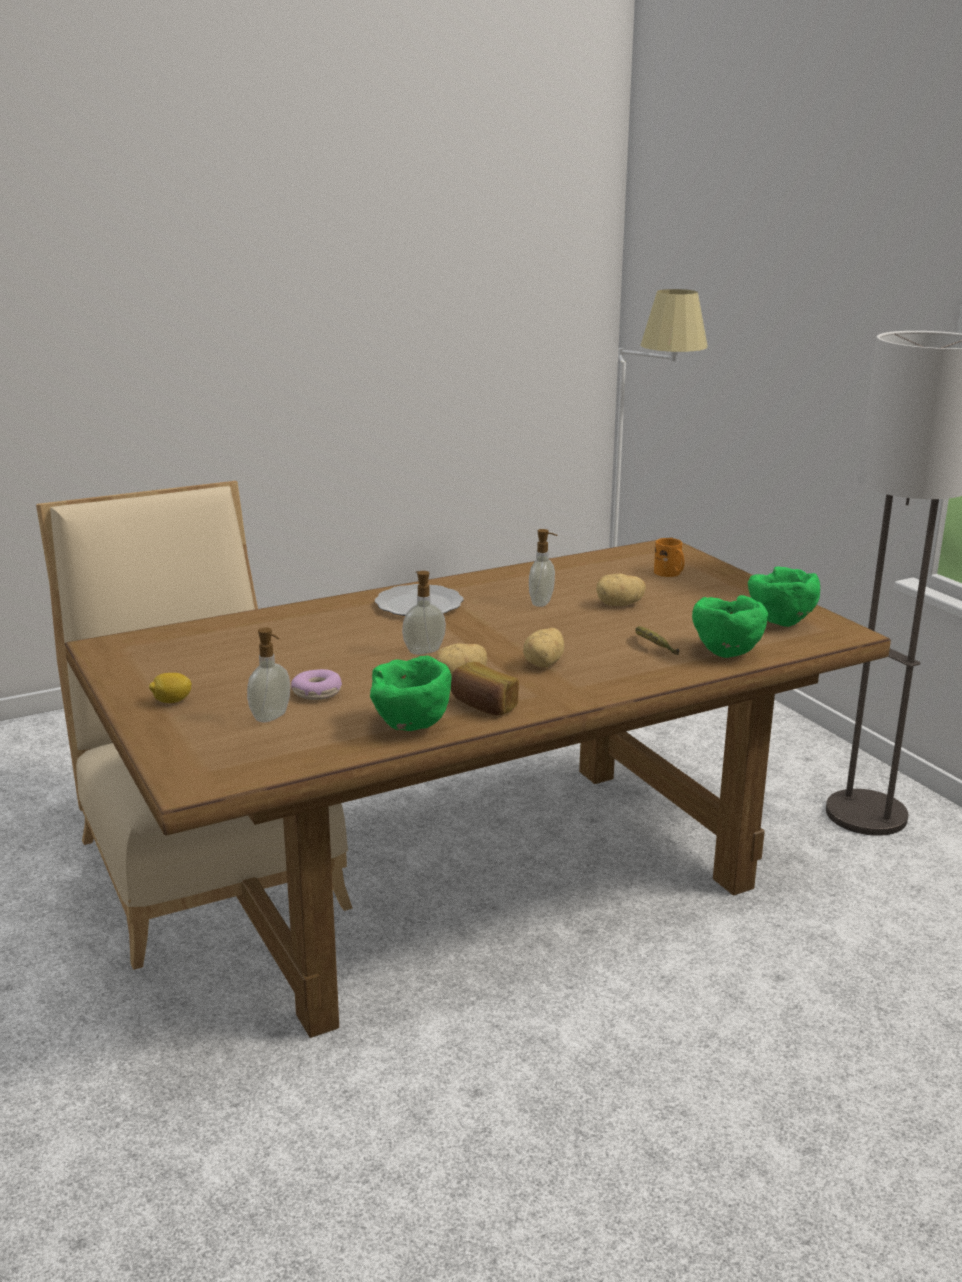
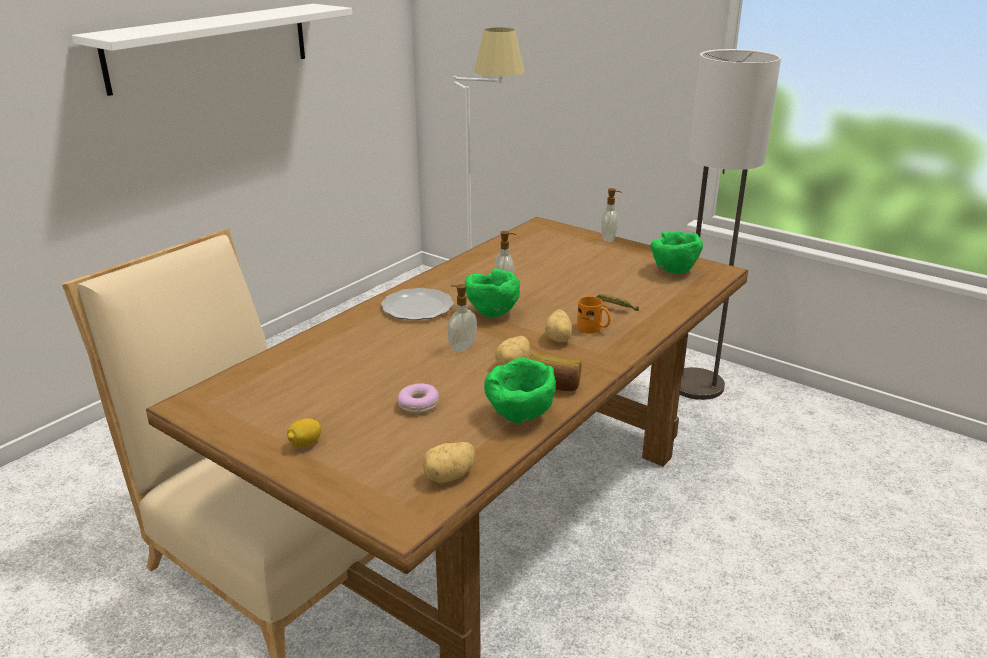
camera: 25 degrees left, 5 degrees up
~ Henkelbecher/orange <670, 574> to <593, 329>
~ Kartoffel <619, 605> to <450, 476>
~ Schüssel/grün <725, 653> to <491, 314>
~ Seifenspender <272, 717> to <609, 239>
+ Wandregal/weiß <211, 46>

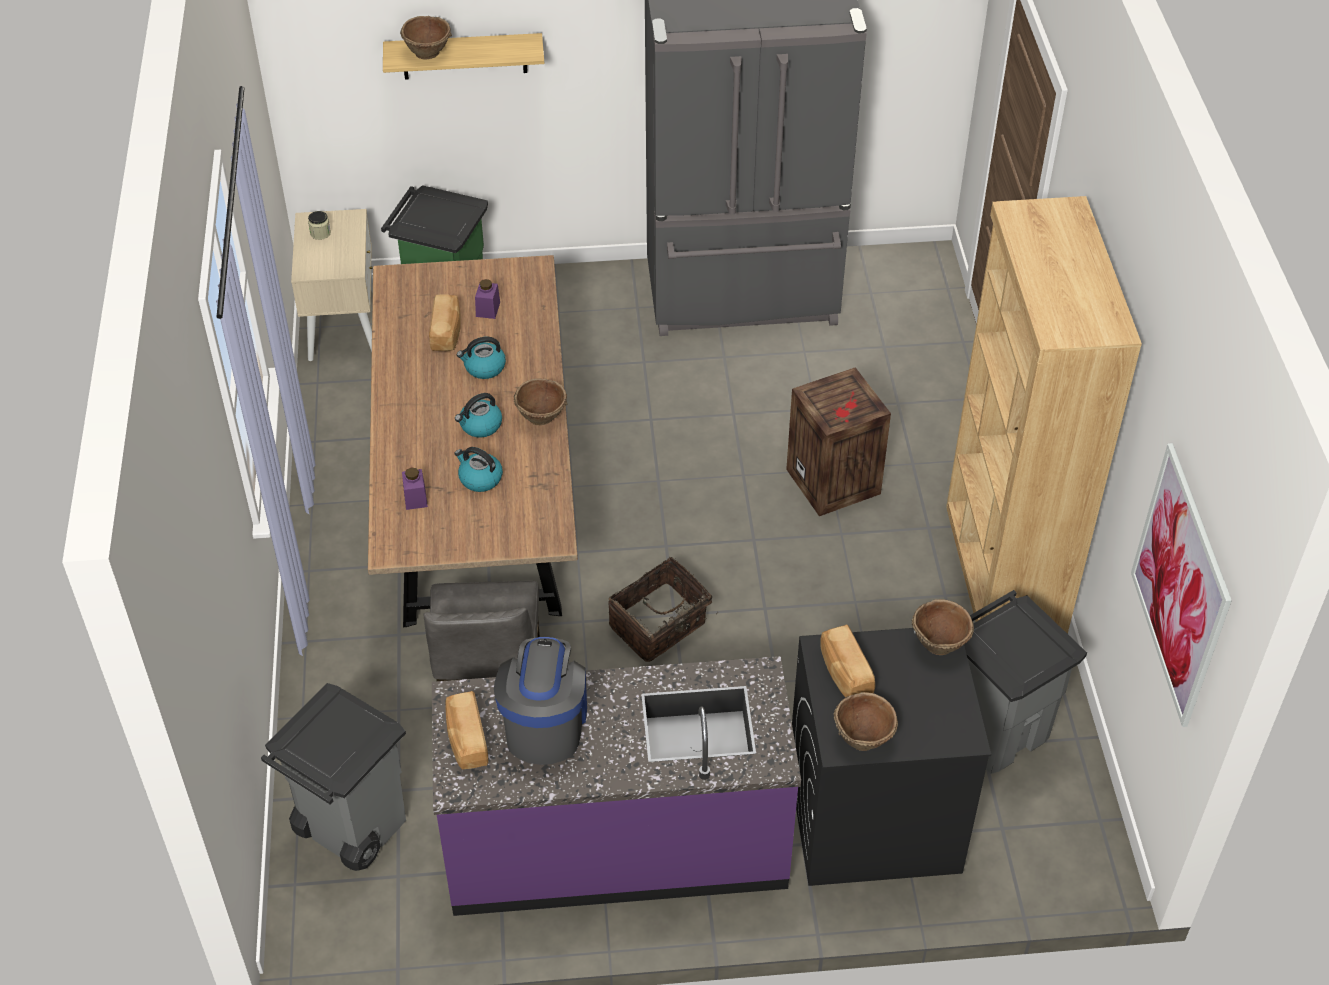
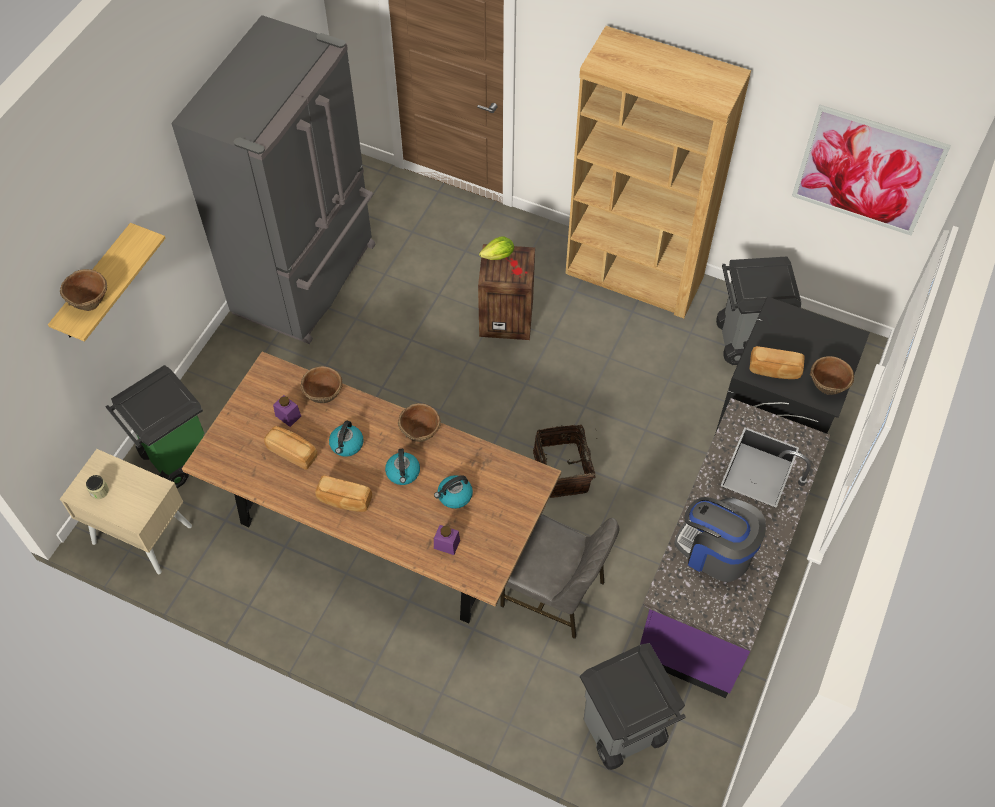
camera: 60 degrees left, 10 degrees up
~ Schüssel/braun <939, 642> to <323, 394>
~ Brot <466, 740> to <344, 500>
+ Salatkopf <498, 256>

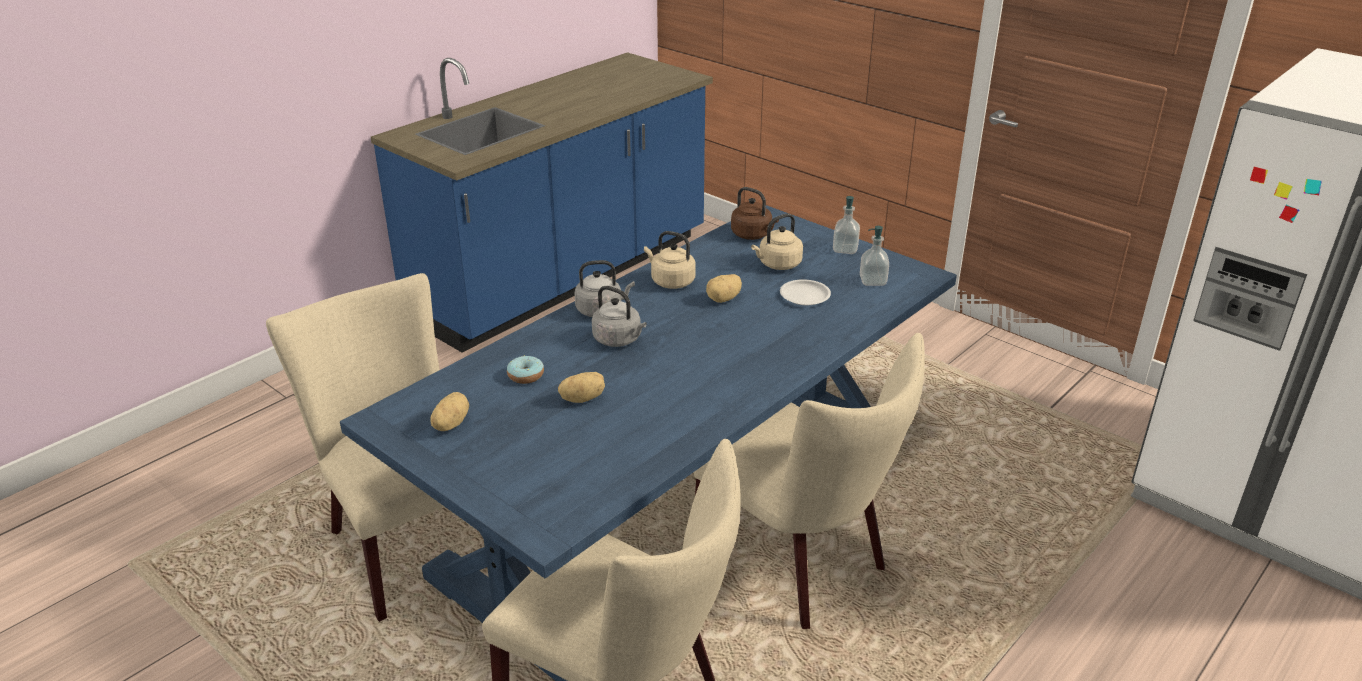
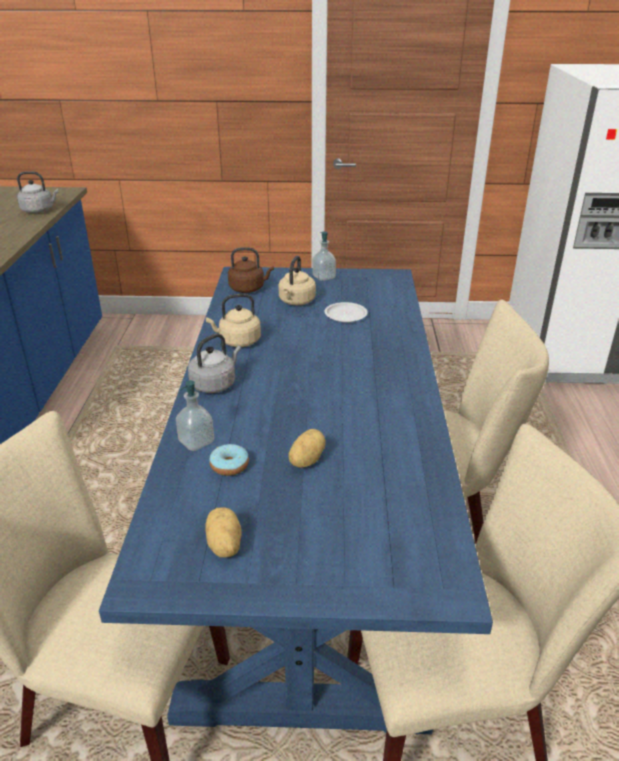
camera: 40 degrees left, 0 degrees up
~ Seifenspender <872, 281> to <196, 442>
- Kartoffel <724, 299>
~ Wasserkessel/grau <619, 340> to <39, 210>

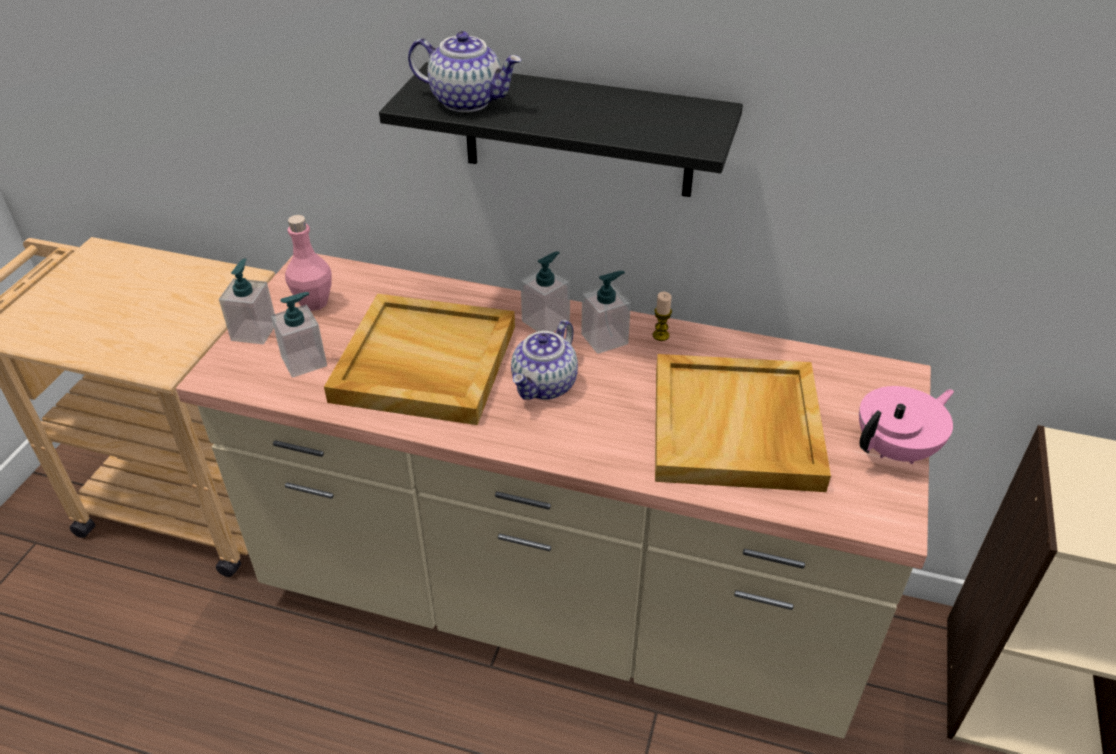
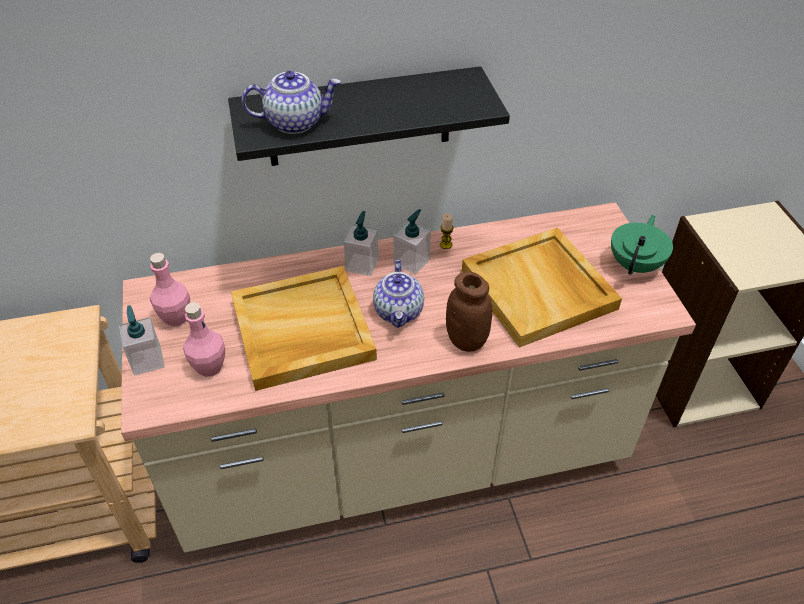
camera: 30 degrees left, 5 degrees up
~ Seifenspender <304, 361> to Flasche/rosa <209, 367>
~ Teekanne/rosa <896, 449> to Teekanne/grün <636, 264>
+ Vorratsglas/braun <466, 340>

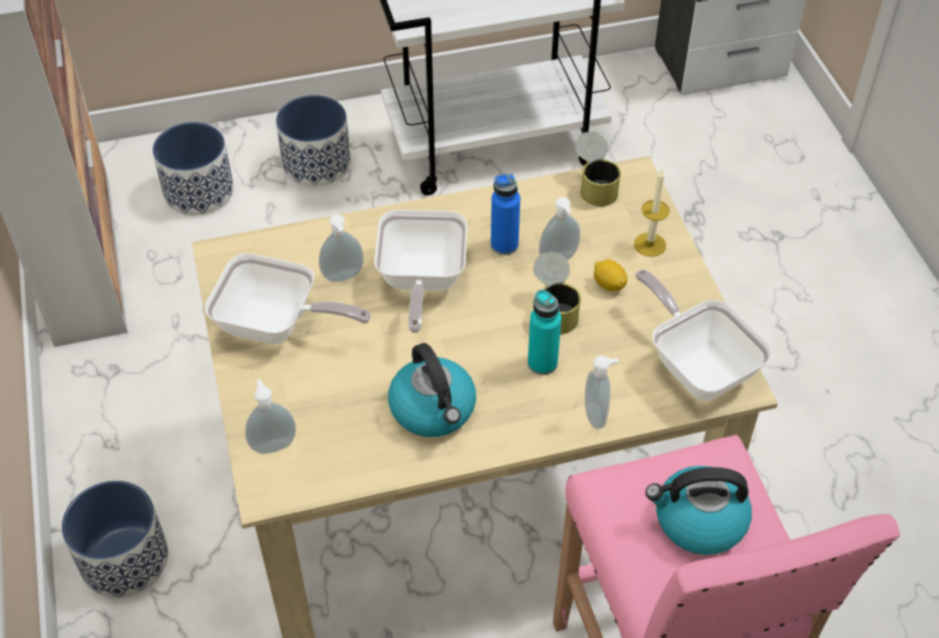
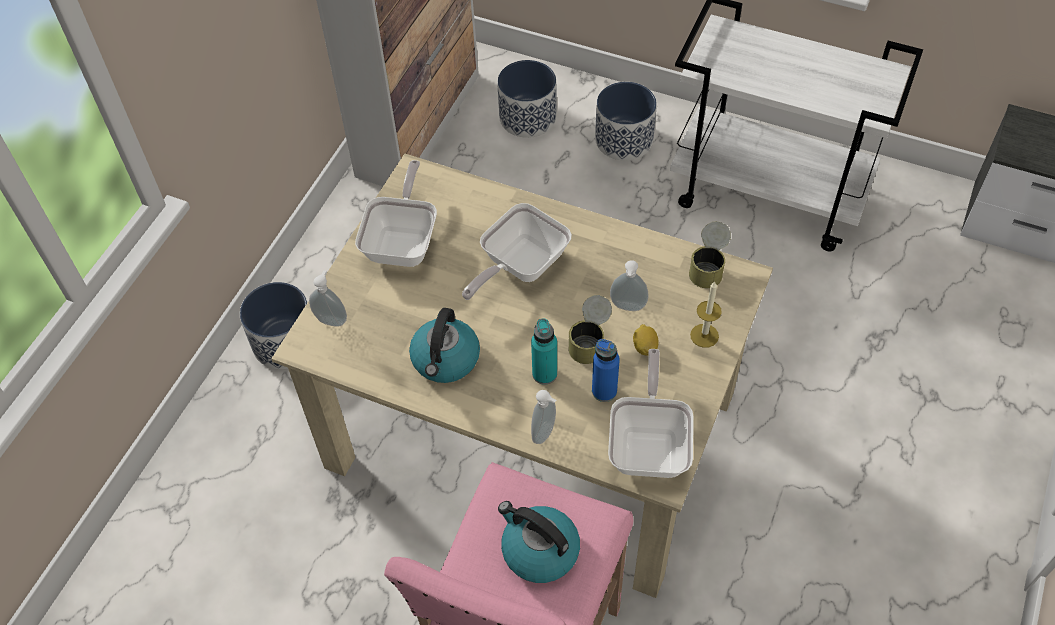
camera: 40 degrees right, 5 degrees up
~ Flasche/blau <504, 245> to <604, 391>
- Seifenspender <343, 278>
~ Pfanne <277, 326> = <403, 242> 135 degrees counterclockwise

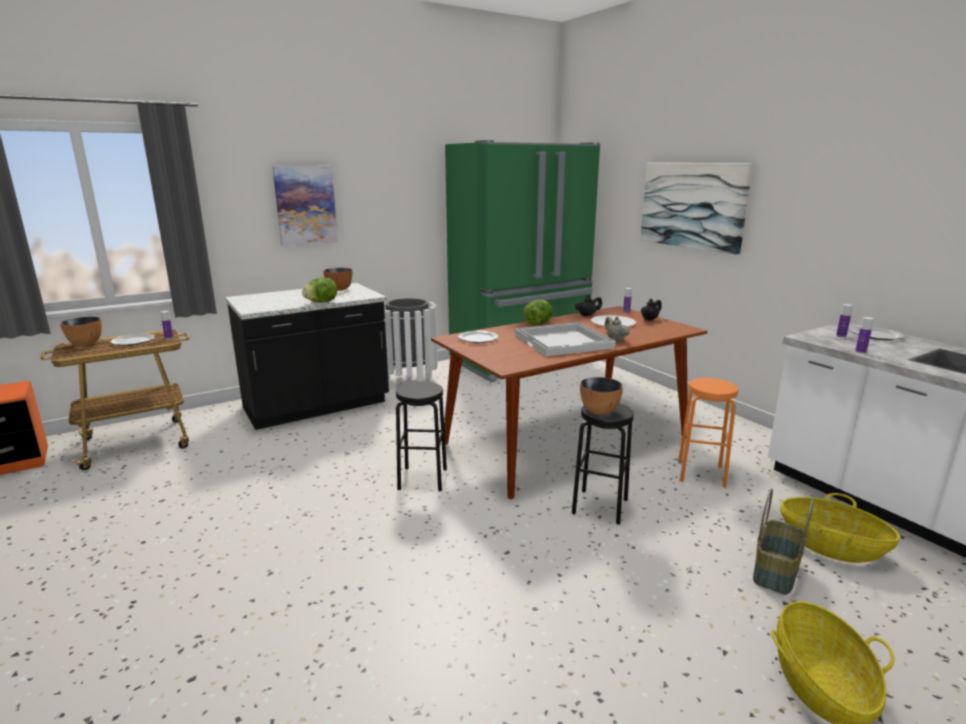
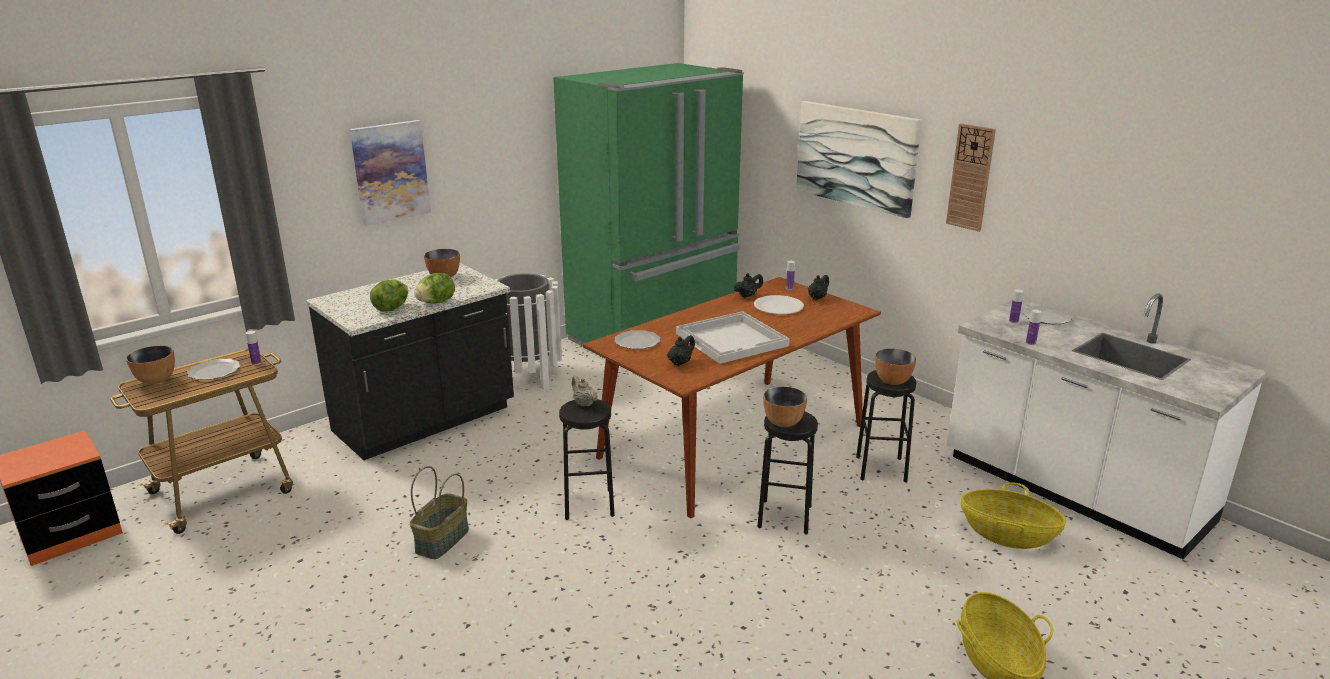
camera: 10 degrees left, 5 degrees up
~ Salatkopf <538, 324> to <391, 308>
~ Teekanne/beige <615, 339> to <584, 403>
~ Hocker/orange <701, 474> to Hocker/schwarz <881, 469>
~ Korb <776, 573> to <443, 541>
+ Wanduhr <970, 177>
+ Teekanne/schwarz <680, 363>
+ Schüssel <893, 381>

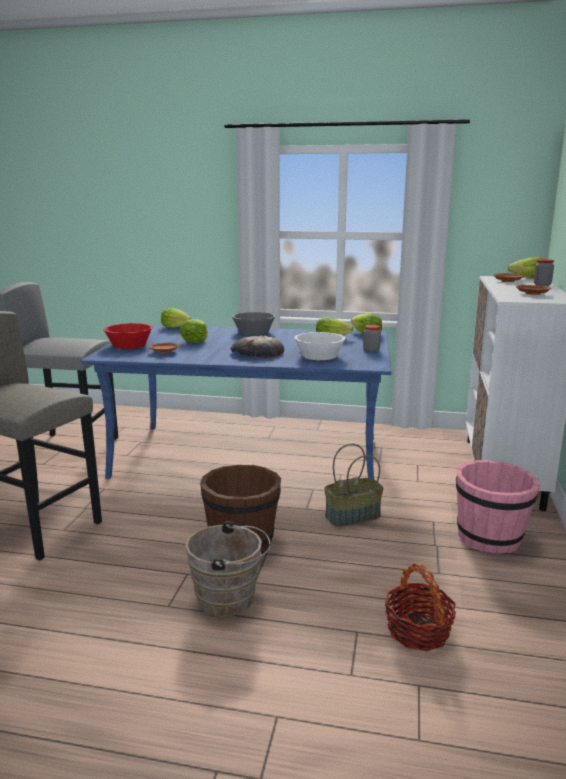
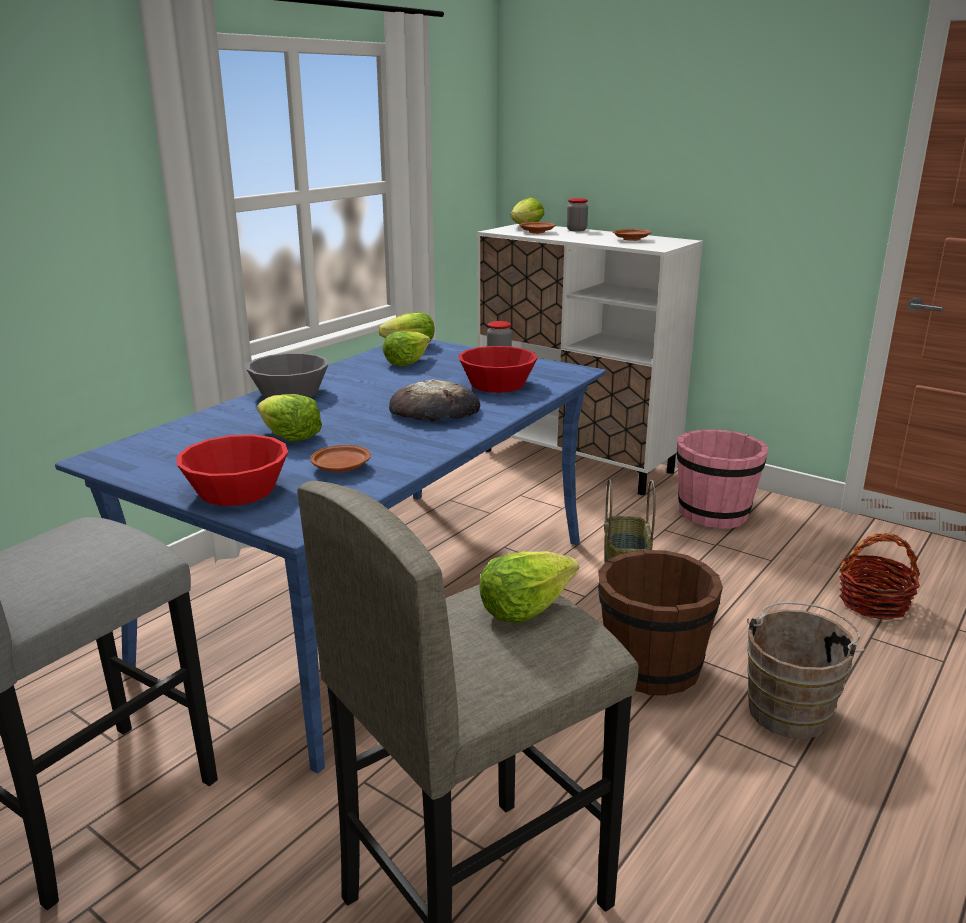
camera: 65 degrees left, 5 degrees up
~ Salatkopf <176, 327> to <525, 607>
~ Schüssel/weiß <319, 356> to Schüssel/rot <498, 384>

